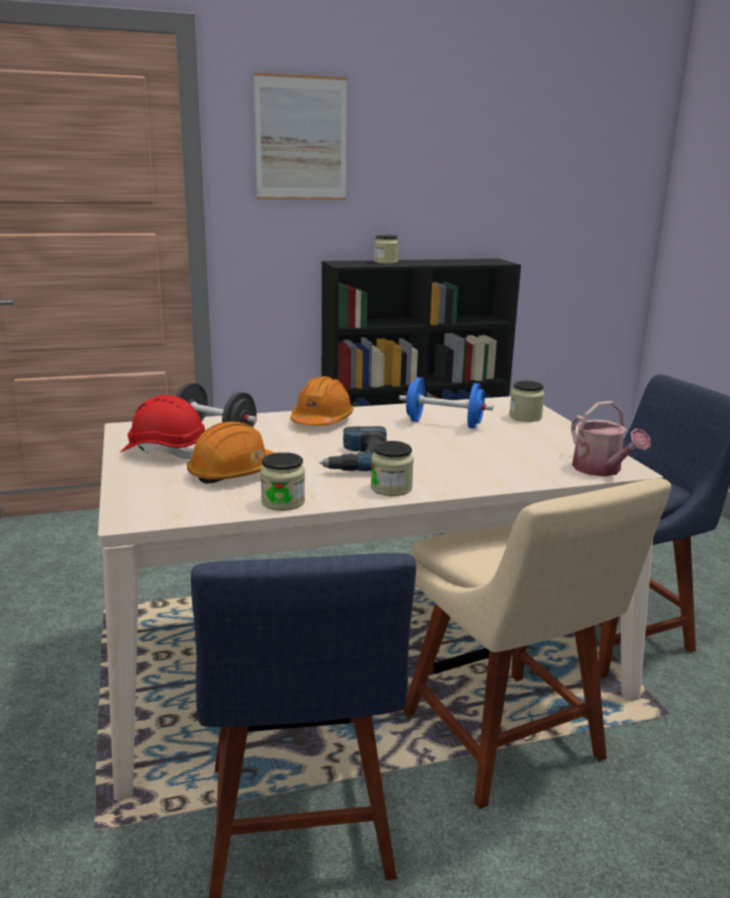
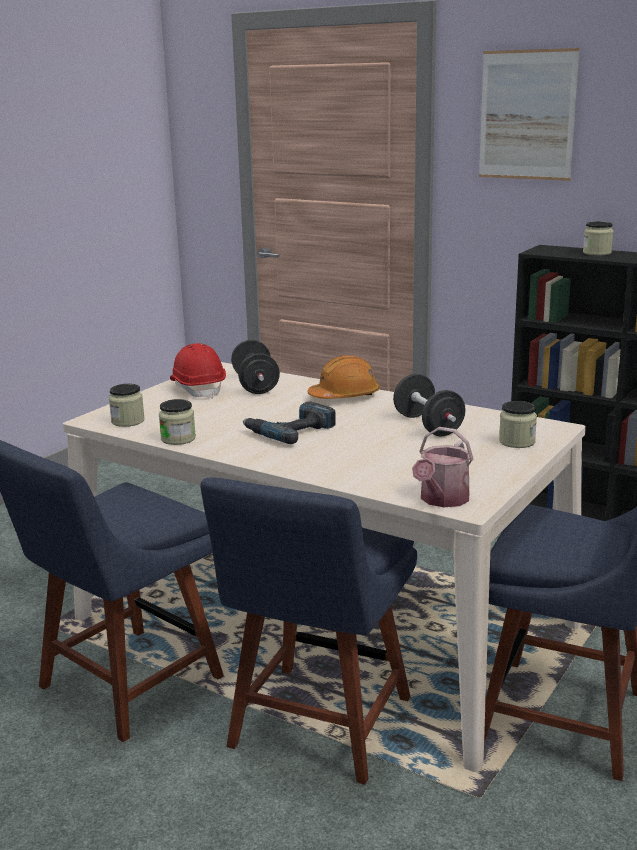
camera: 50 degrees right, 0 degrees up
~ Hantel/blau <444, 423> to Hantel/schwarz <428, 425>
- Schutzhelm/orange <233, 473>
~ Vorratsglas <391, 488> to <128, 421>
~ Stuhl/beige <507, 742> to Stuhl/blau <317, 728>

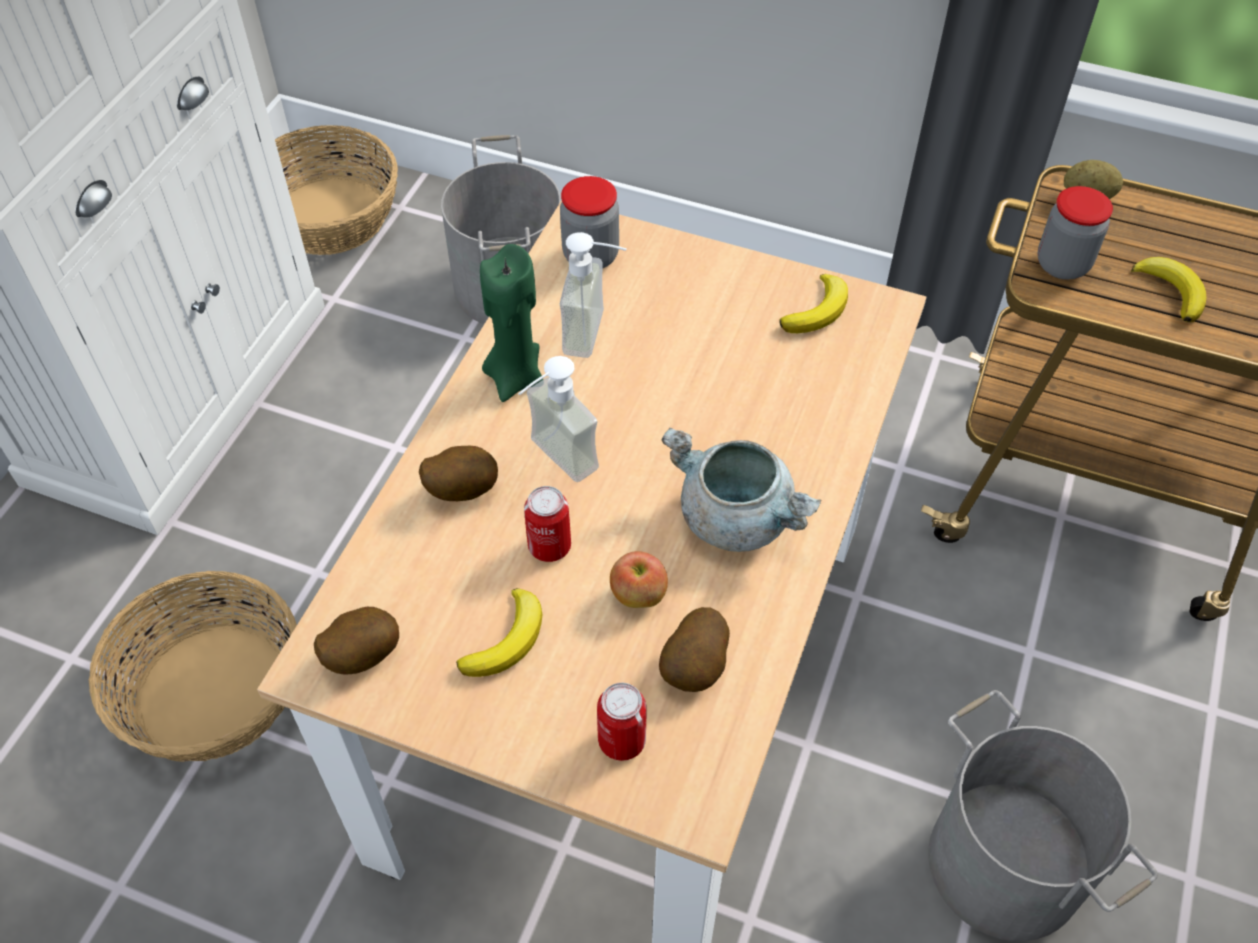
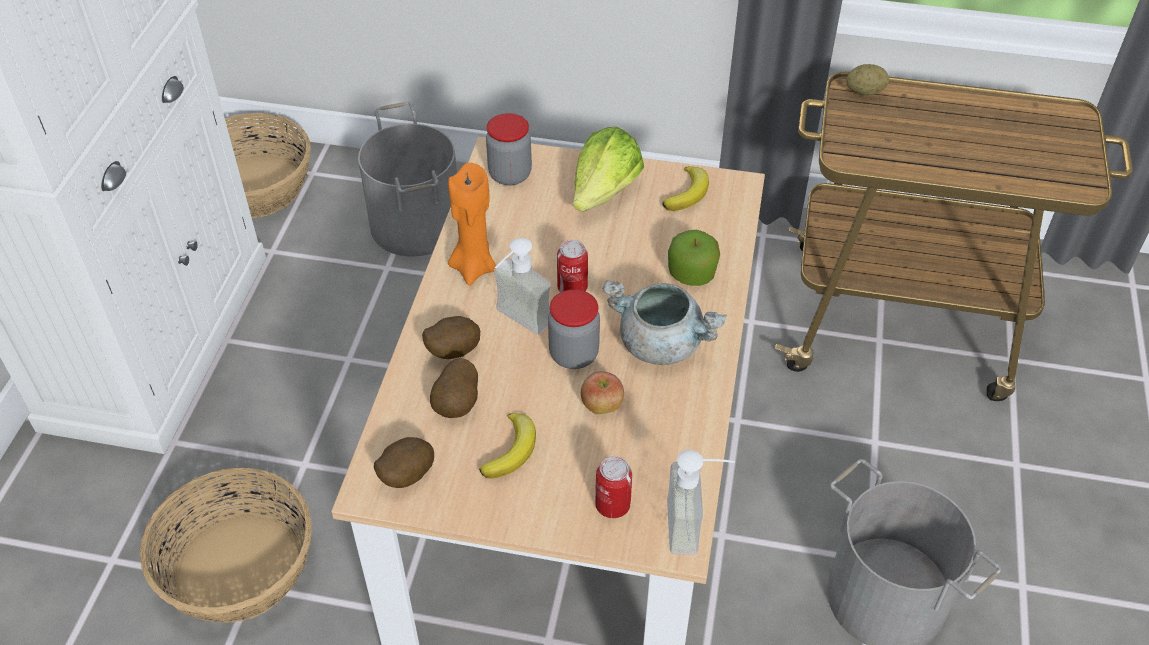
camera: 10 degrees left, 5 degrees down
~ Vorratsglas <1062, 265> to <574, 354>
~ Seifenspender <597, 334> to <696, 527>
~ Kerze/grün <515, 377> to Kerze/orange <473, 267>
- Banane <1171, 291>
~ Dose <549, 546> to <572, 288>
~ Kartoffel <695, 668> to <458, 405>
+ Salatkopf <605, 192>
+ Apfel <692, 274>

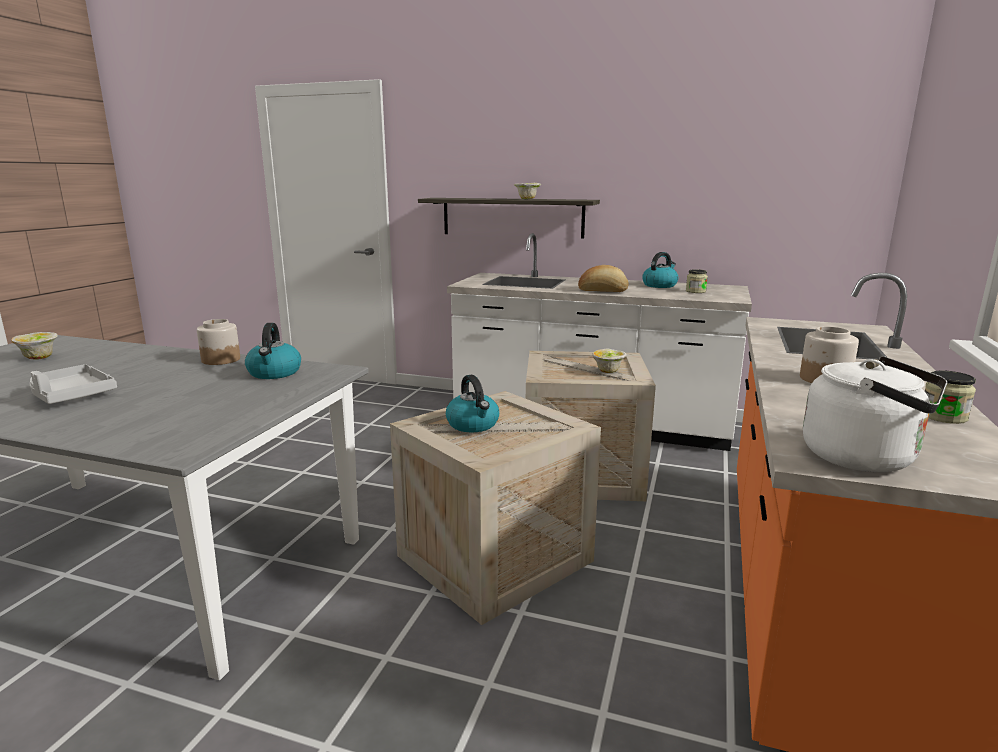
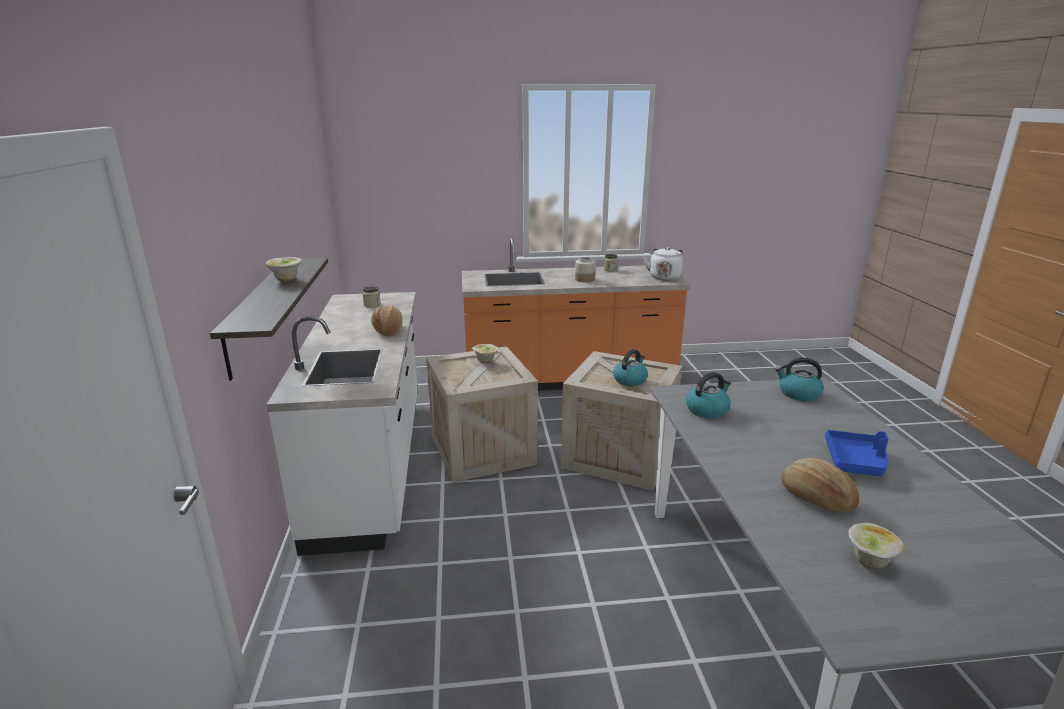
camera: 115 degrees left, 5 degrees up
~ Wasserkessel <659, 285> to <798, 393>
- Vorratsglas <220, 360>
~ Tablett/grau <71, 395> to Tablett/blau <855, 461>
+ Brot <816, 498>

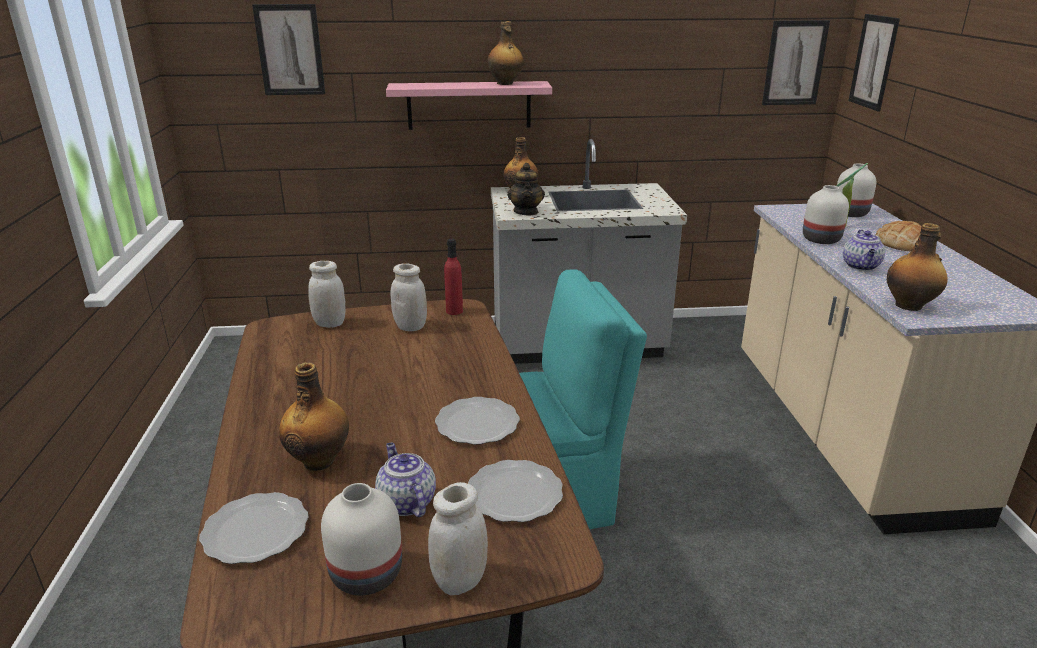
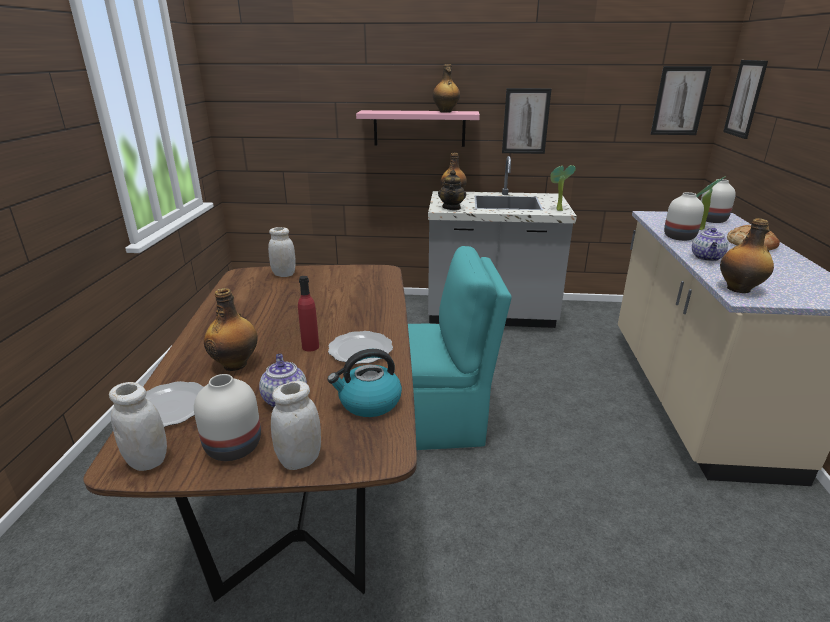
camera: 10 degrees right, 0 degrees up
~ Bild <290, 50> to <525, 121>
~ Flasche/rot <454, 311> to <310, 347>
~ Vorratsglas/weiß <410, 327> to <147, 460>
~ Teller <516, 494> to Wasserkessel <369, 402>
+ Topfpflanze <557, 210>

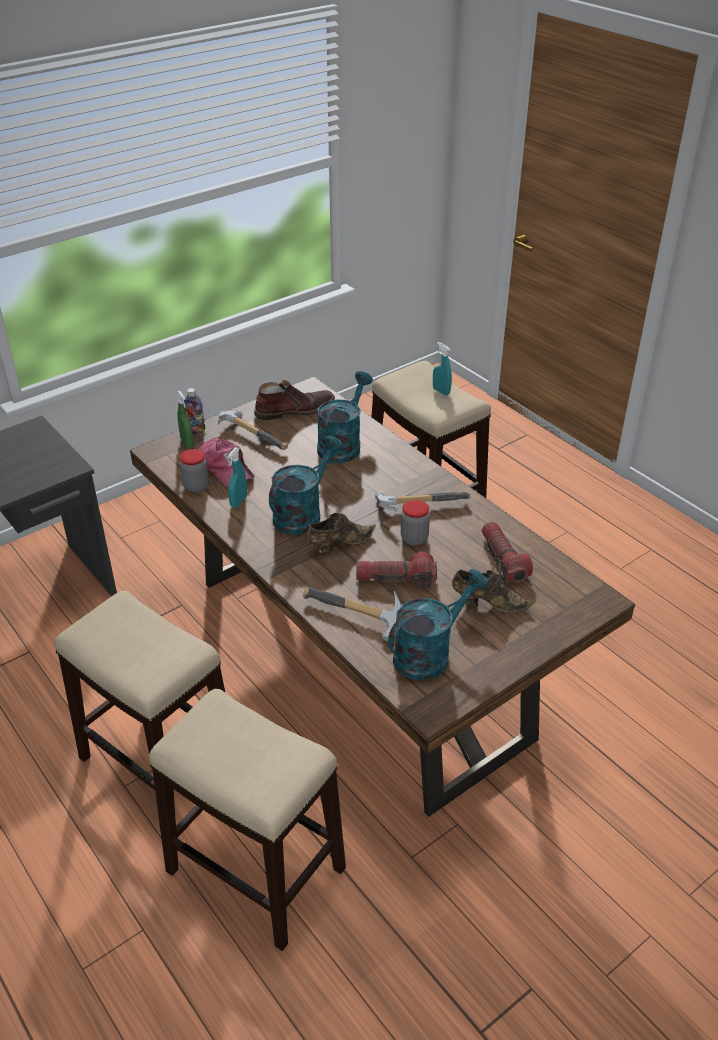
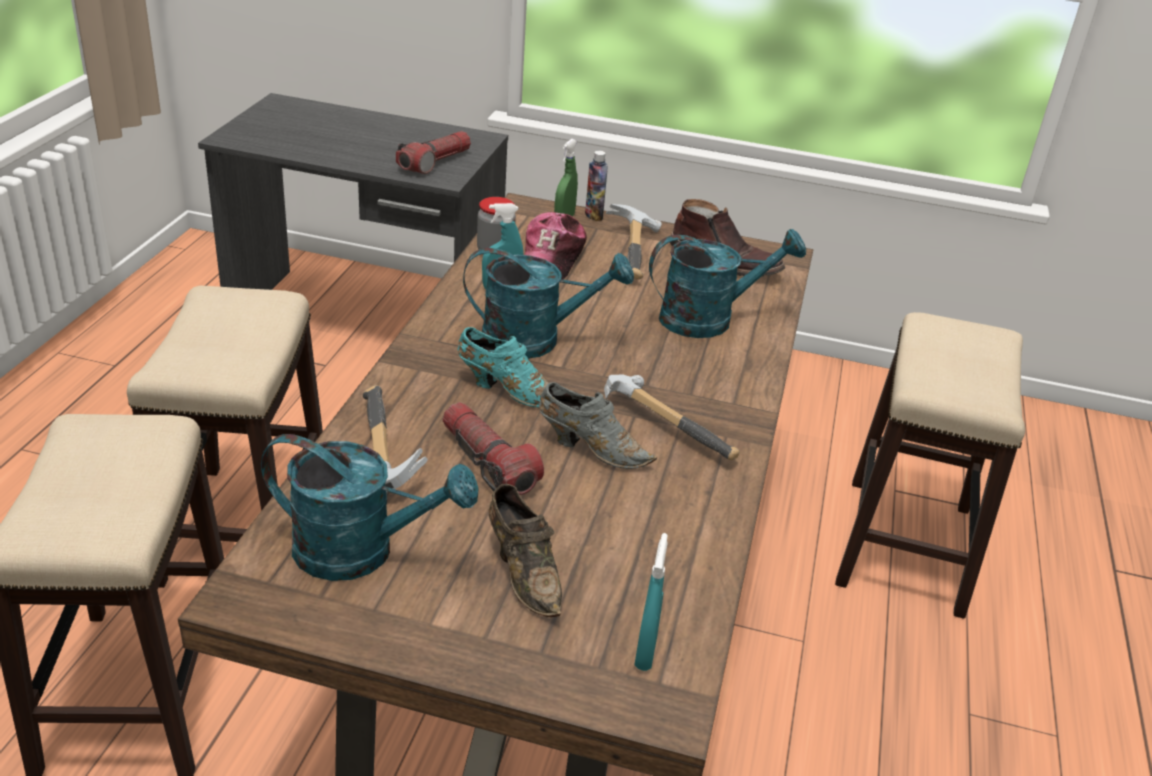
camera: 50 degrees right, 5 degrees down
~ Sprühflasche/türkis <441, 391> to <645, 652>
~ Vorratsglas <414, 538> to Schuh/grau <590, 448>
~ Schuh/braun <339, 544> to Schuh/türkis <506, 389>
~ Taschenlampe <503, 560> to <434, 162>

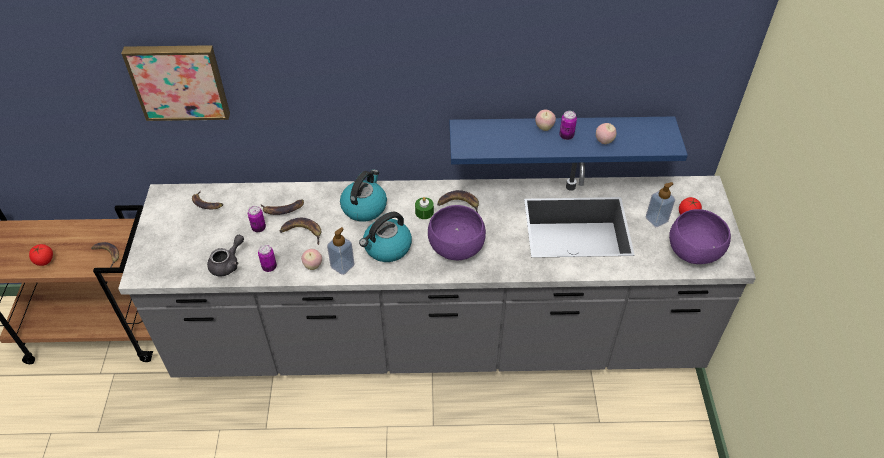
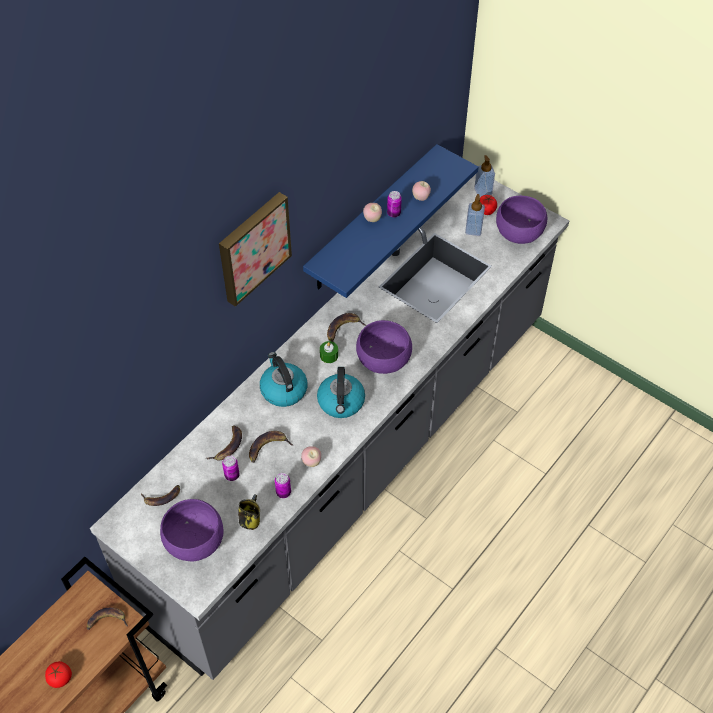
camera: 50 degrees left, 5 degrees up
~ Bild <179, 81> to <252, 247>
~ Seifenspender <342, 266> to <483, 191>
~ Teekanne/grau <228, 264> to Henkelbecher <250, 519>
+ Schüssel/lila <195, 541>

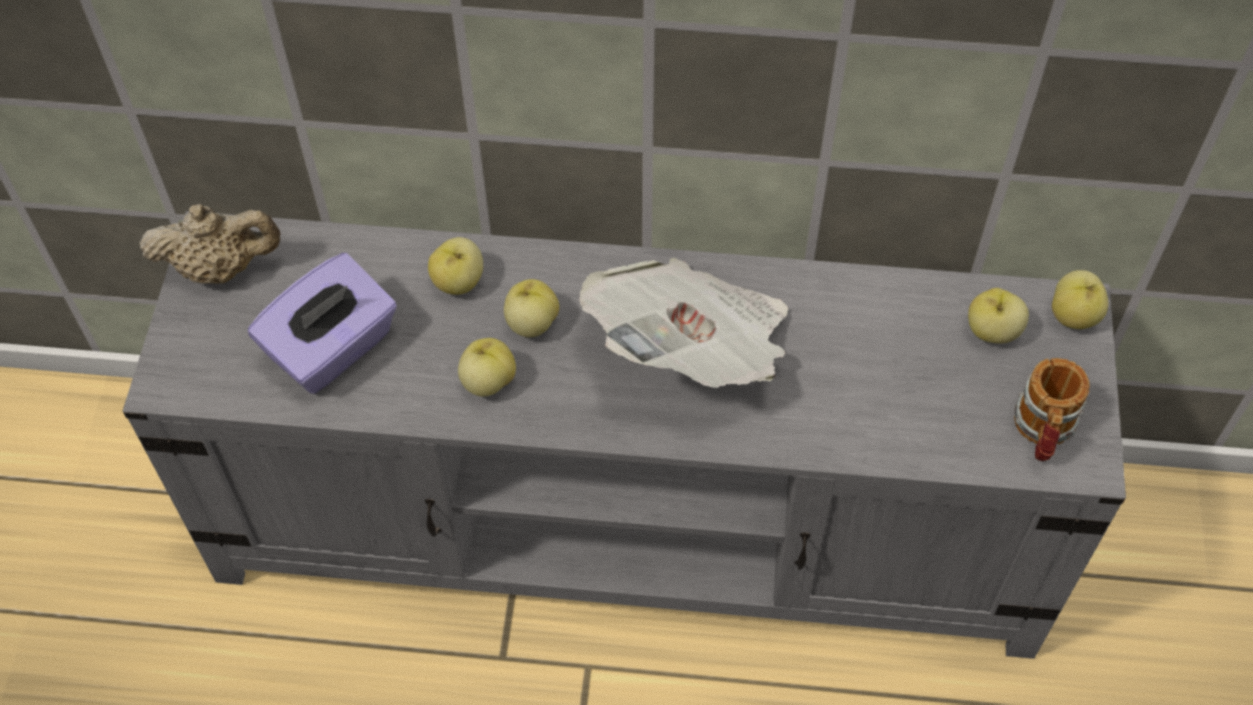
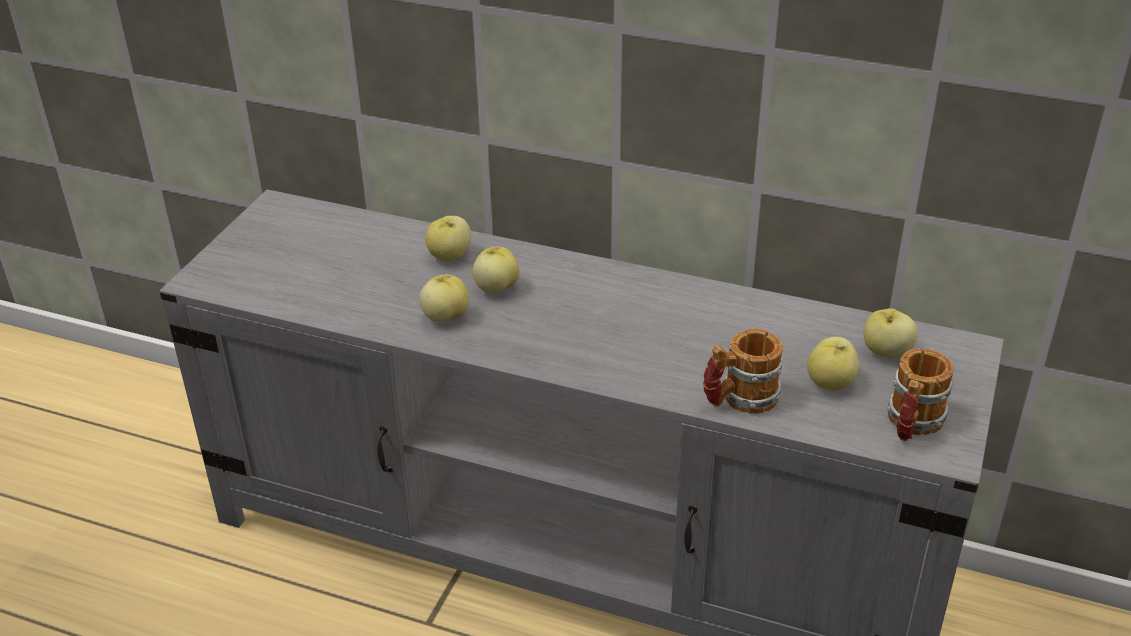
camera: 15 degrees right, 20 degrees down
- Teekanne/beige <221, 267>
- Taschentuchbox/lila <333, 349>
- Zeitung <693, 350>
~ Apfel <1074, 315> to <831, 383>
+ Henkelbecher <739, 400>

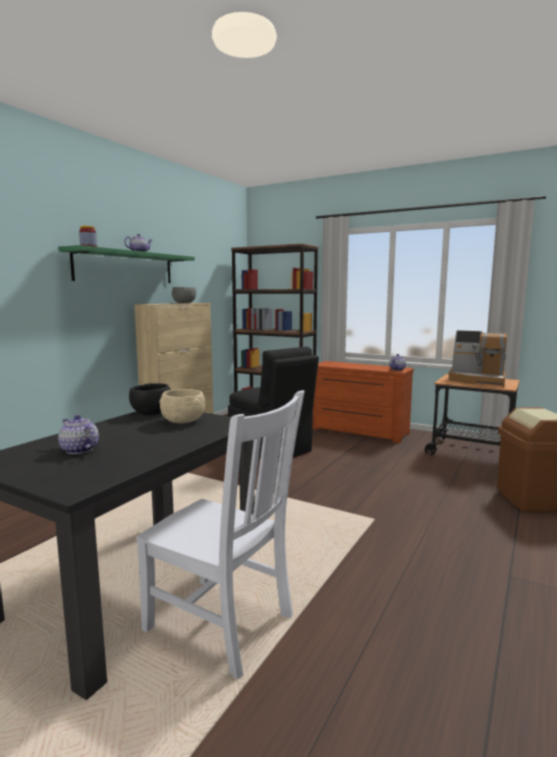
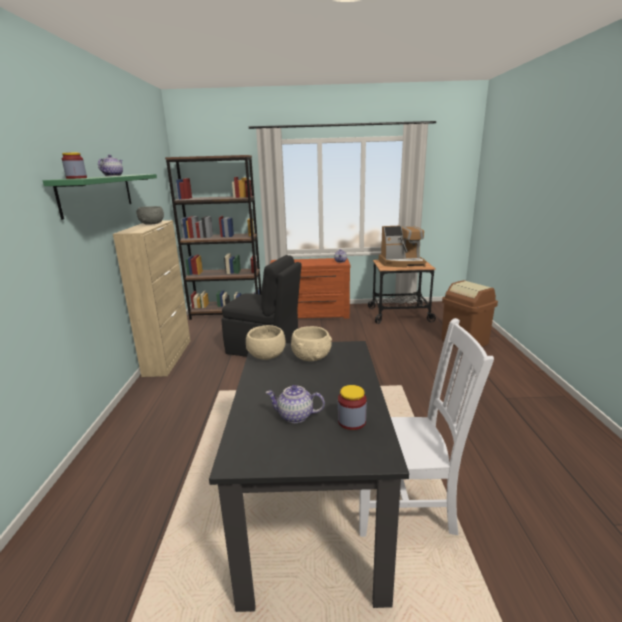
camera: 30 degrees left, 10 degrees up
~ Schüssel/schwarz <151, 413> to Schüssel/beige <266, 355>
+ Vorratsglas <351, 421>

